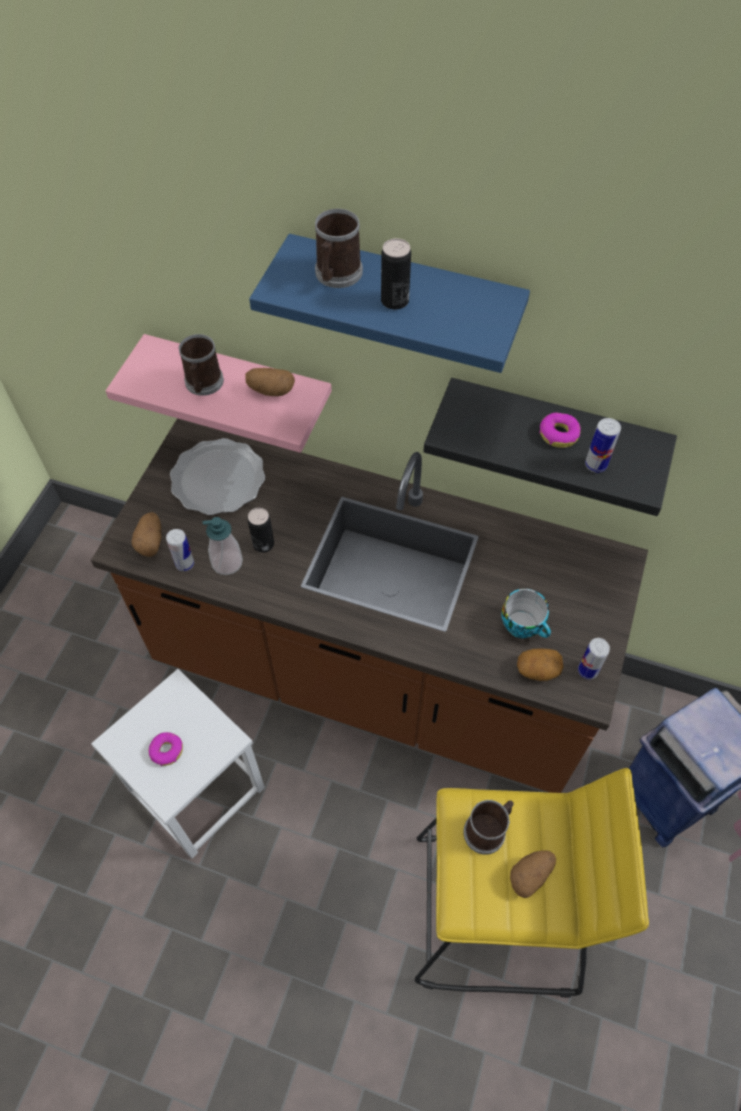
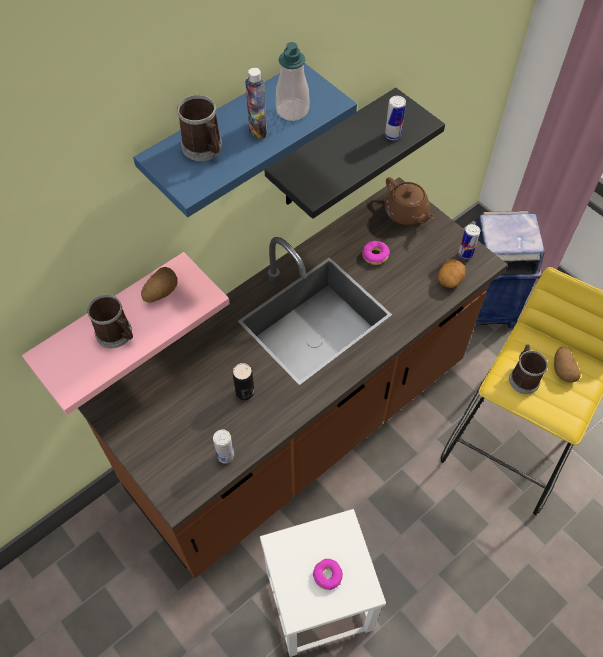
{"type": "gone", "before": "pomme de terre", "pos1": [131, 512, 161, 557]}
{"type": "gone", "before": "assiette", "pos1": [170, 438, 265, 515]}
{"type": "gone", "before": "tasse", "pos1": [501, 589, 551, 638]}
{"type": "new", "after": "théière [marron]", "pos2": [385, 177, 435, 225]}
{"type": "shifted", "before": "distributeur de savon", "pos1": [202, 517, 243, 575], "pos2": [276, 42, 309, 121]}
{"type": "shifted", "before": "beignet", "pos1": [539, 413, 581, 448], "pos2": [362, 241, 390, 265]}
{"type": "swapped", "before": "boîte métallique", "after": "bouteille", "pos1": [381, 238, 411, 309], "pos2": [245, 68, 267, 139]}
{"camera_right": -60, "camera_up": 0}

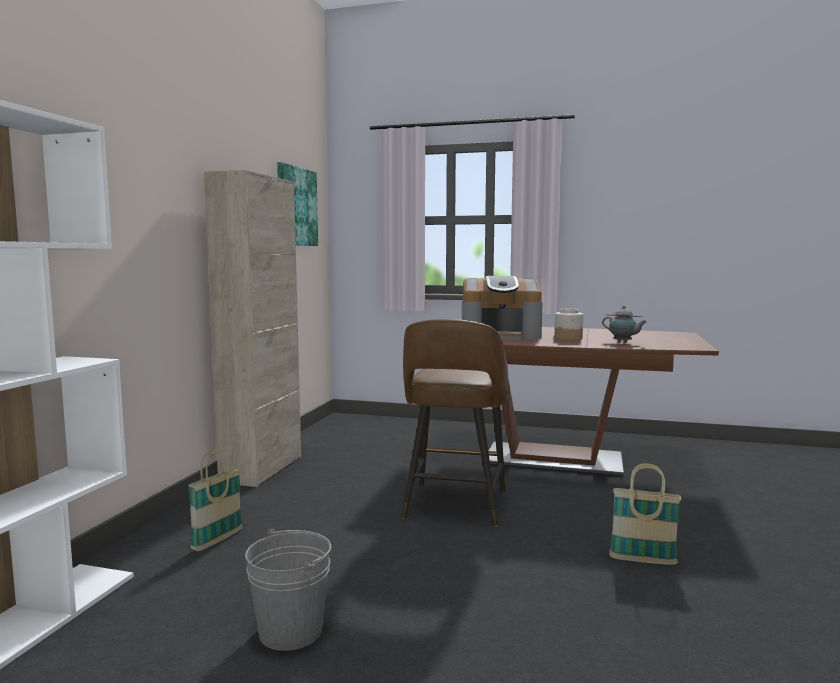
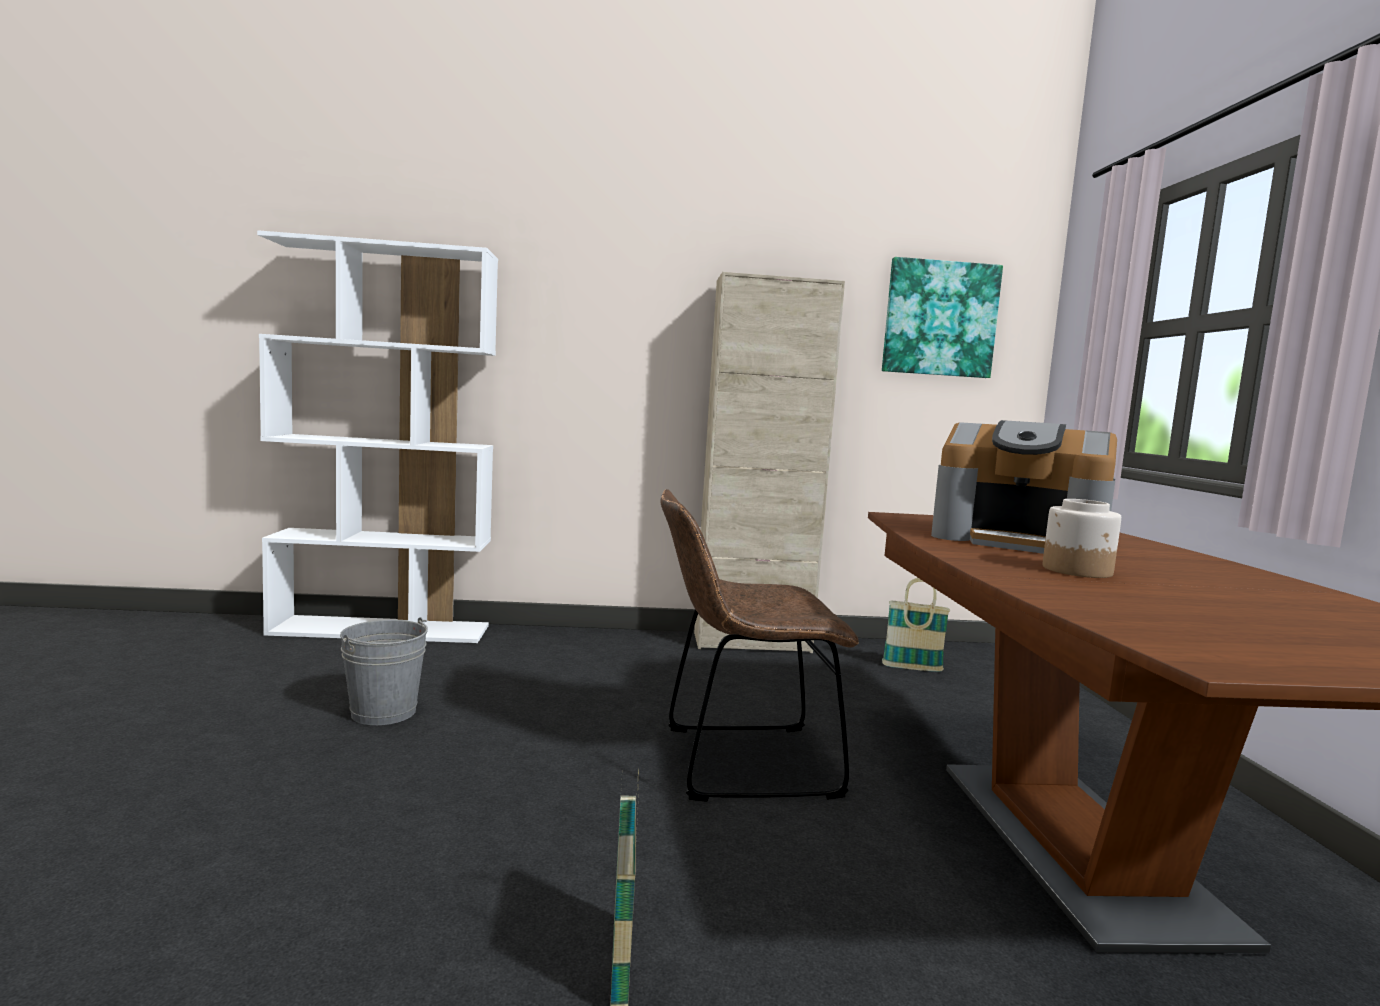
{"type": "gone", "before": "théière", "pos1": [602, 306, 647, 343]}
{"type": "shifted", "before": "panier", "pos1": [188, 449, 242, 551], "pos2": [882, 578, 950, 672]}
{"type": "swapped", "before": "tabouret [marron]", "after": "chaise [marron]", "pos1": [401, 319, 509, 526], "pos2": [660, 489, 859, 801]}
{"type": "rotated", "before": "machine à café", "pos1": [462, 276, 542, 339], "pos2": [931, 420, 1117, 554], "turn": -45}
{"camera_right": 70, "camera_up": 0}

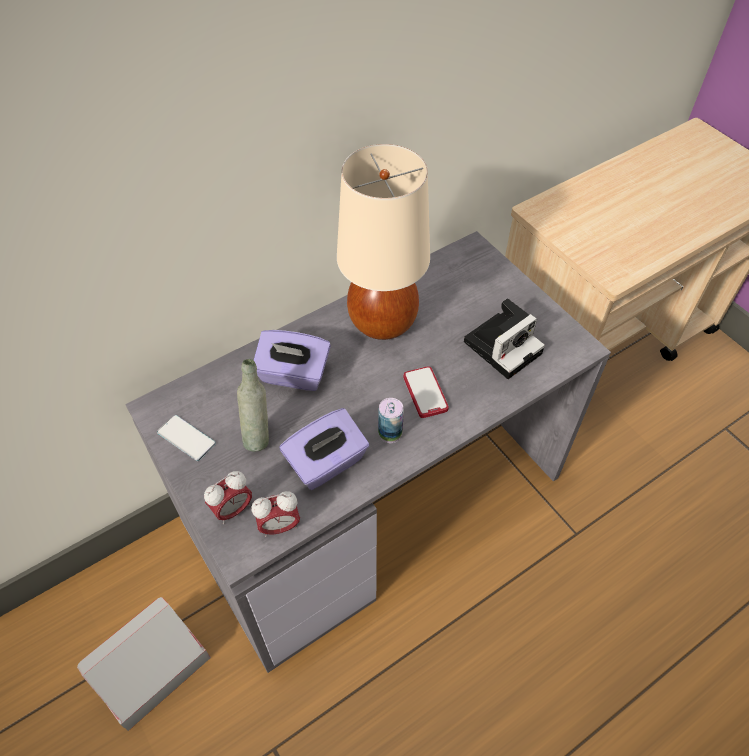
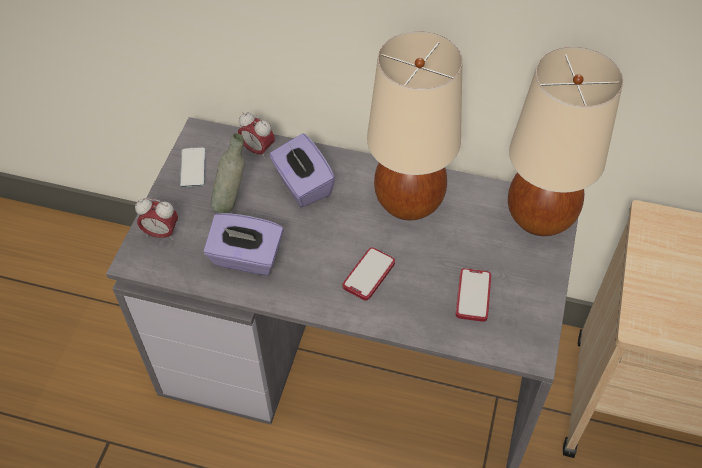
{"type": "gone", "before": "carton", "pos1": [77, 597, 211, 731]}
{"type": "gone", "before": "boîte métallique", "pos1": [378, 398, 404, 443]}
{"type": "new", "after": "lampe de table [beige]", "pos2": [508, 47, 623, 236]}
{"type": "shifted", "before": "réveil", "pos1": [252, 491, 300, 537], "pos2": [238, 112, 275, 159]}
{"type": "swapped", "before": "appareil photo", "after": "téléphone", "pos1": [464, 298, 545, 379], "pos2": [456, 268, 491, 322]}
{"camera_right": 50, "camera_up": 0}

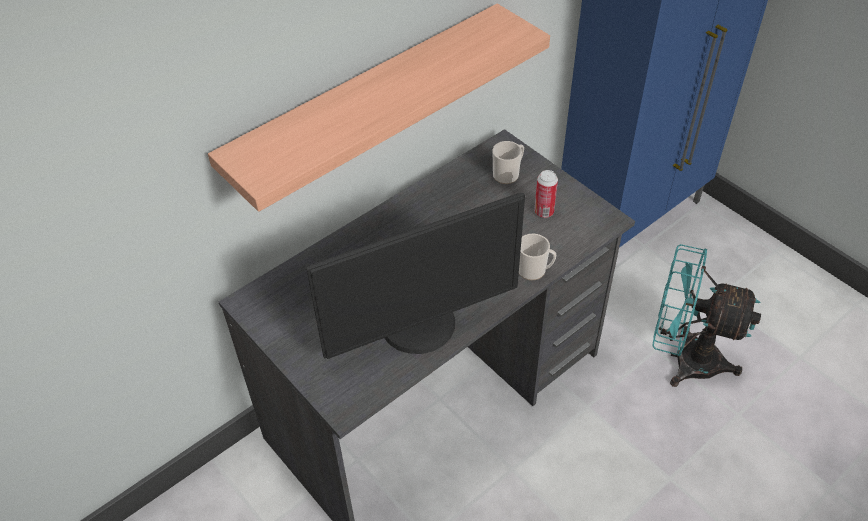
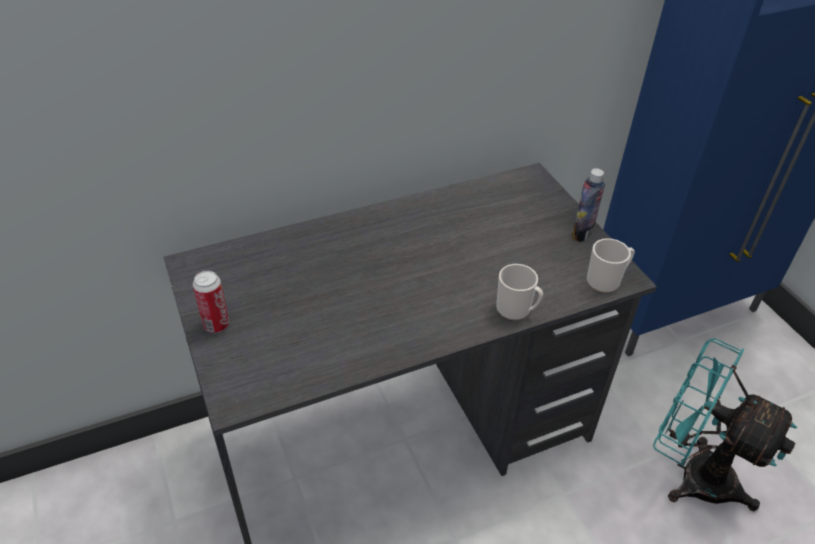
{"type": "gone", "before": "étagère", "pos1": [208, 4, 550, 212]}
{"type": "gone", "before": "écran d'ordinateur", "pos1": [306, 193, 525, 359]}
{"type": "new", "after": "bouteille", "pos2": [572, 168, 605, 242]}
{"type": "shifted", "before": "mug", "pos1": [493, 141, 524, 184], "pos2": [587, 238, 635, 293]}
{"type": "shifted", "before": "boîte métallique", "pos1": [534, 170, 558, 218], "pos2": [193, 271, 229, 333]}
{"camera_right": 15, "camera_up": -5}

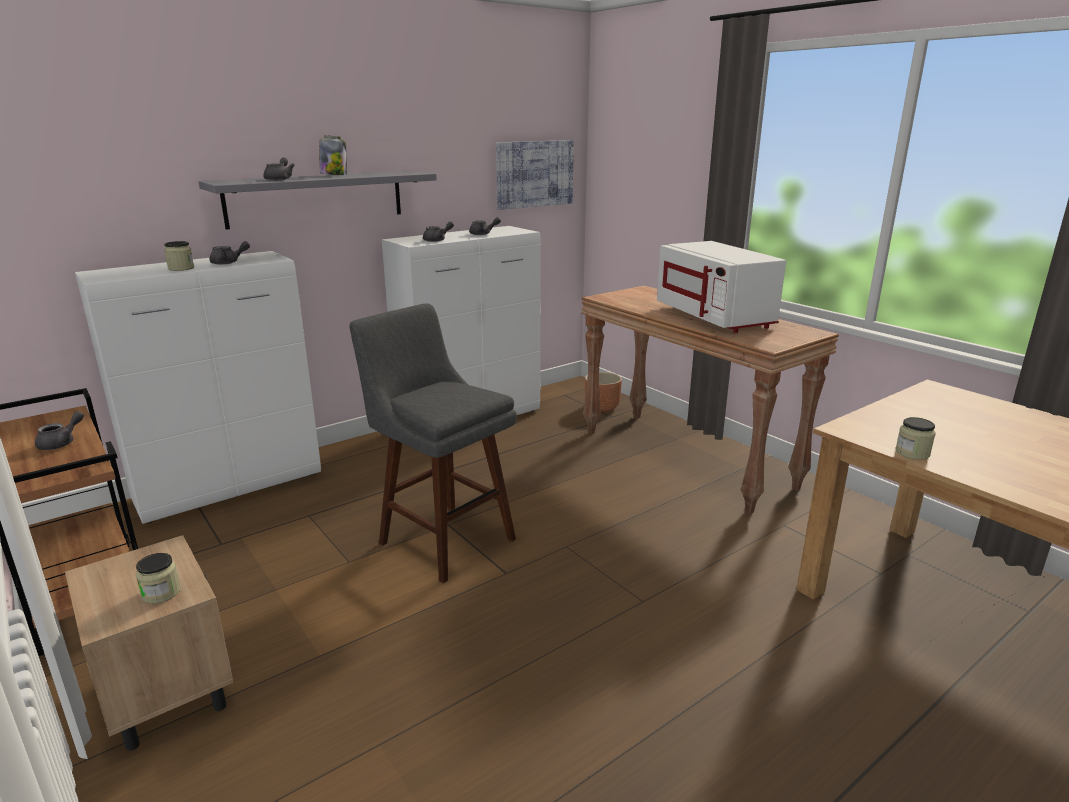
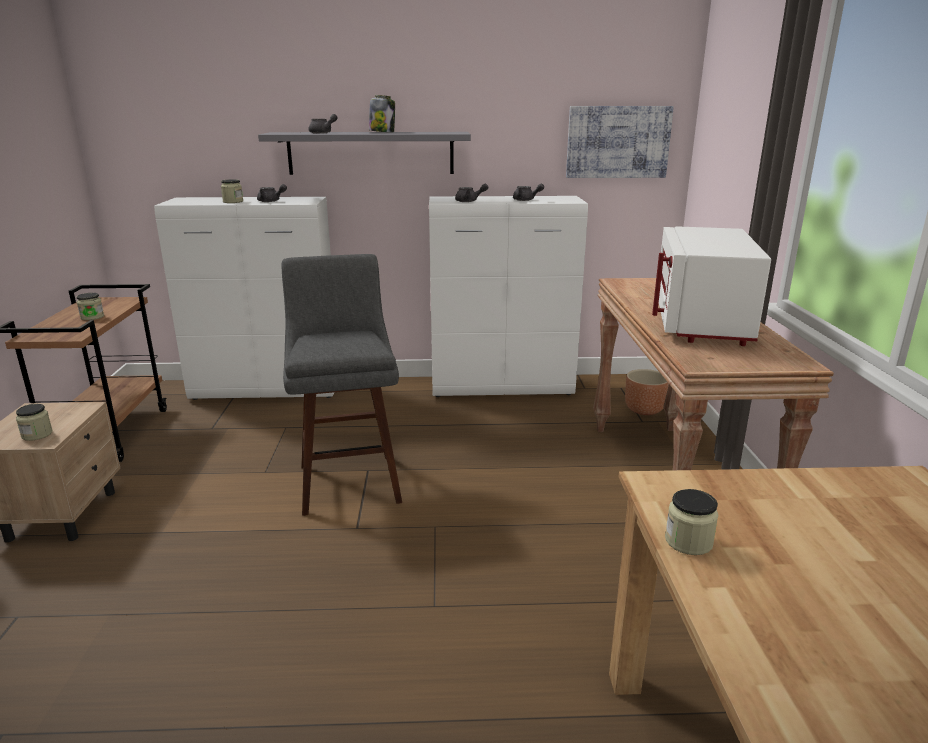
{"type": "swapped", "before": "théière [gris]", "after": "bocal", "pos1": [35, 411, 84, 450], "pos2": [77, 293, 104, 320]}
{"camera_right": 35, "camera_up": 0}

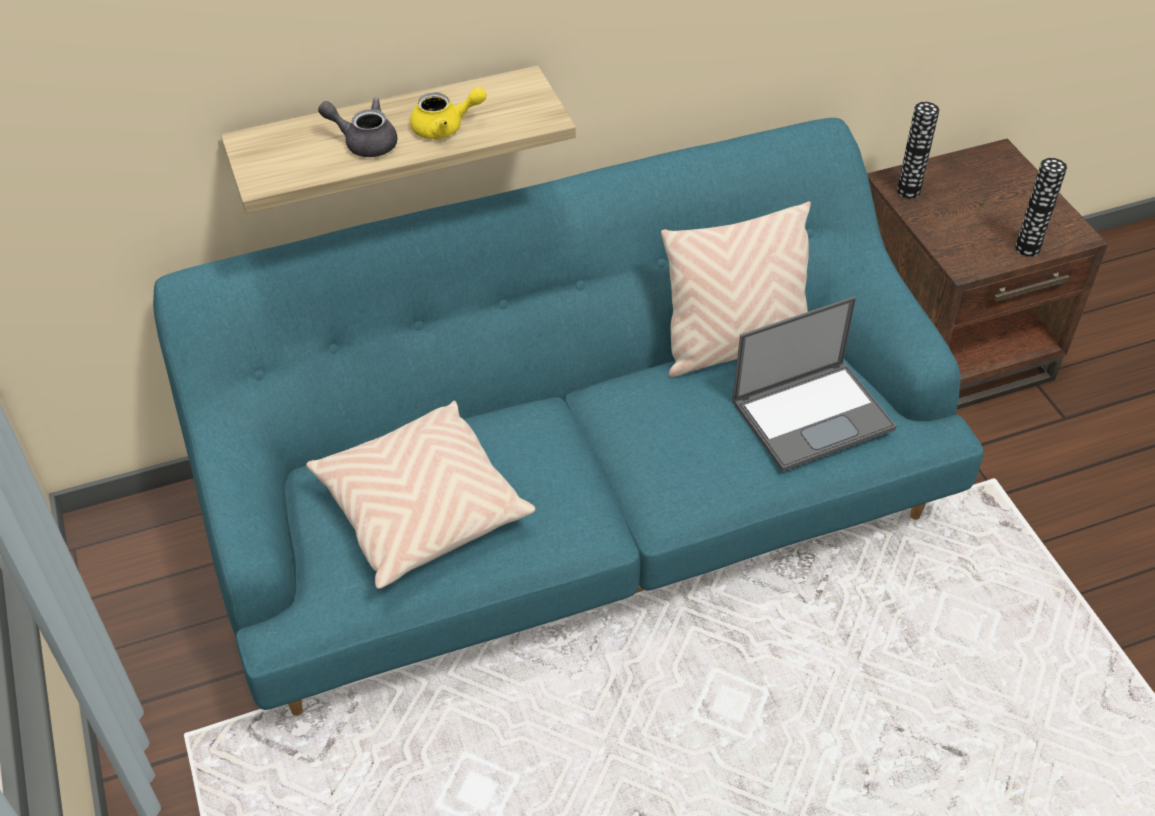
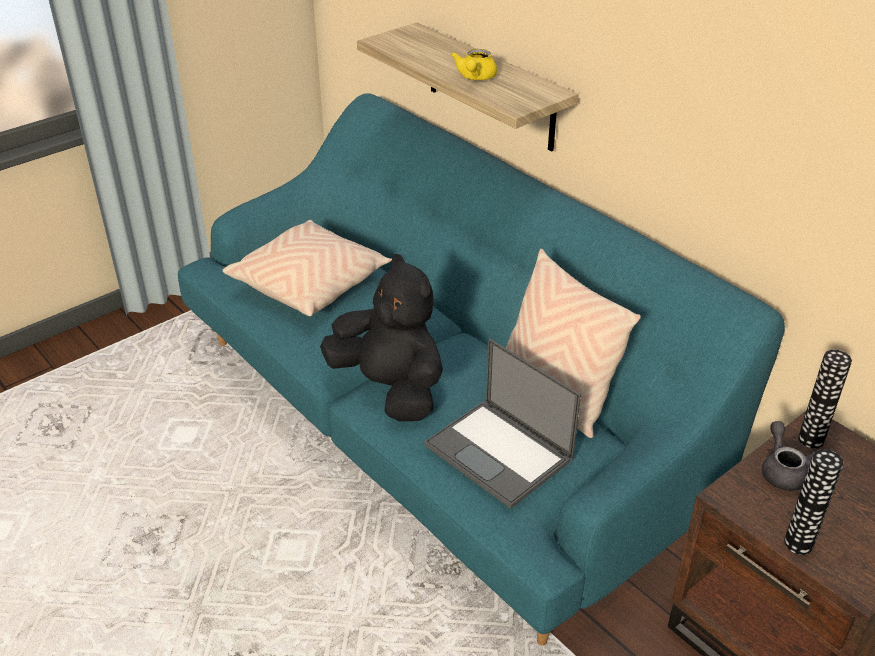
{"type": "new", "after": "peluche [noir]", "pos2": [320, 254, 443, 422]}
{"type": "shifted", "before": "théière [gris]", "pos1": [318, 98, 397, 157], "pos2": [762, 421, 814, 491]}
{"type": "rotated", "before": "théière [jaune]", "pos1": [410, 87, 487, 139], "pos2": [451, 49, 497, 80], "turn": 45}
{"camera_right": 70, "camera_up": -10}

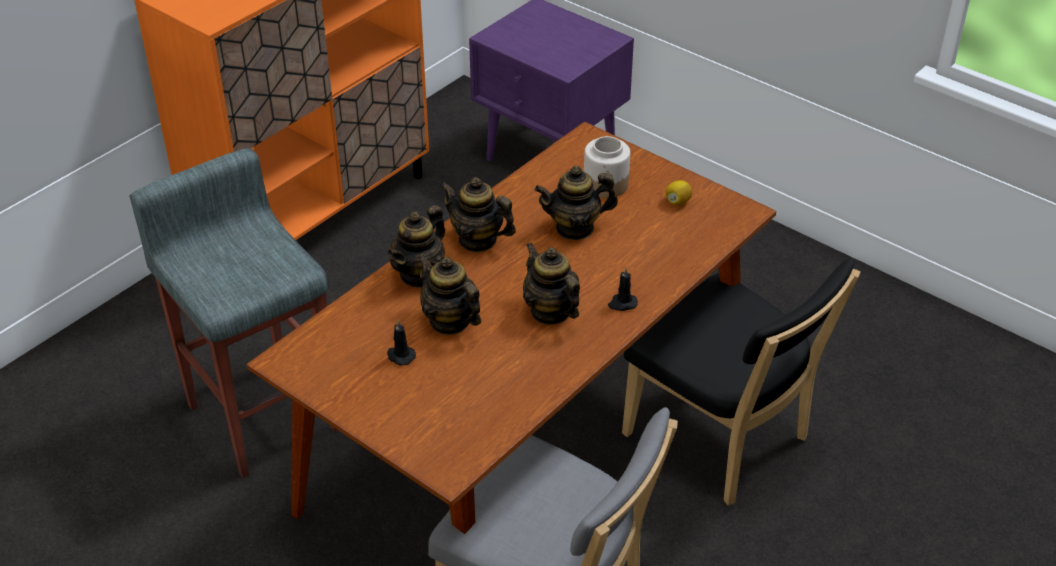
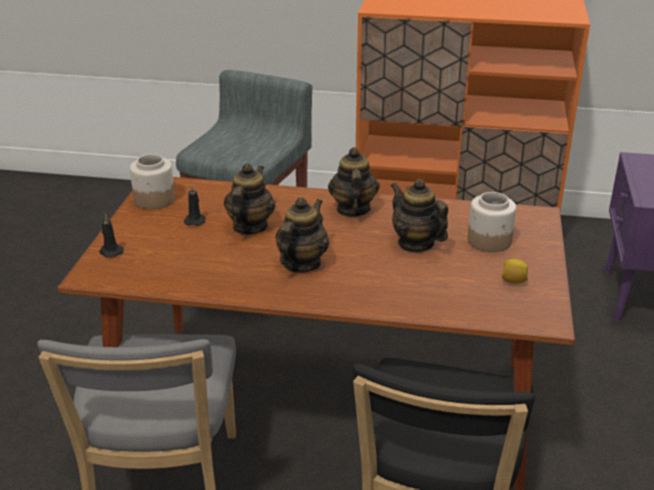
{"type": "gone", "before": "théière", "pos1": [387, 205, 445, 288]}
{"type": "new", "after": "bocal", "pos2": [130, 154, 175, 209]}
{"type": "shifted", "before": "bougie [noir]", "pos1": [608, 267, 638, 311], "pos2": [99, 214, 124, 258]}
{"camera_right": 60, "camera_up": -10}

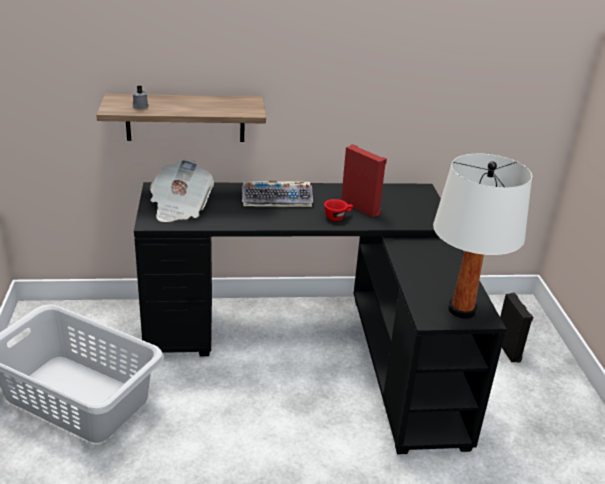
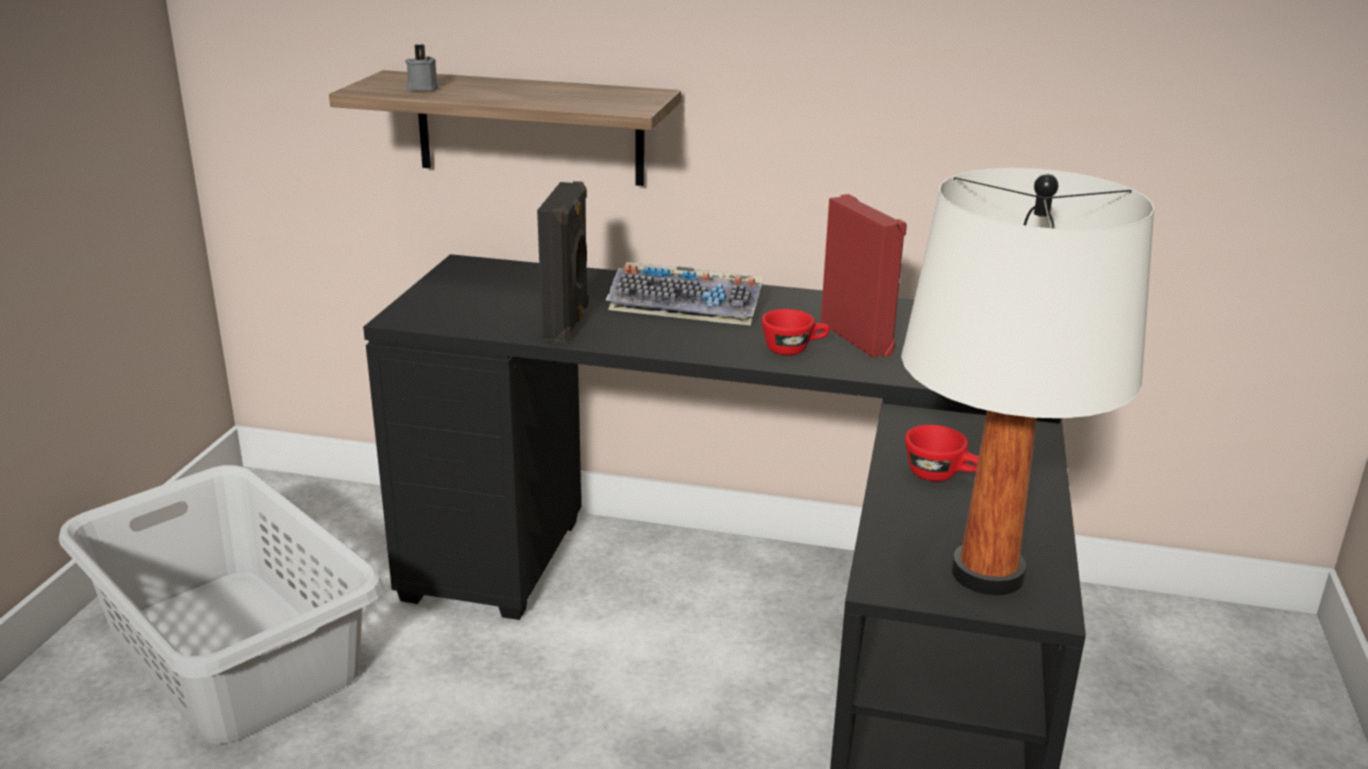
{"type": "gone", "before": "journal", "pos1": [150, 159, 214, 222]}
{"type": "new", "after": "tasse [rouge]", "pos2": [905, 425, 979, 482]}
{"type": "shifted", "before": "enceinte [noir]", "pos1": [500, 293, 533, 363], "pos2": [537, 181, 589, 343]}
{"camera_right": 20, "camera_up": -5}

